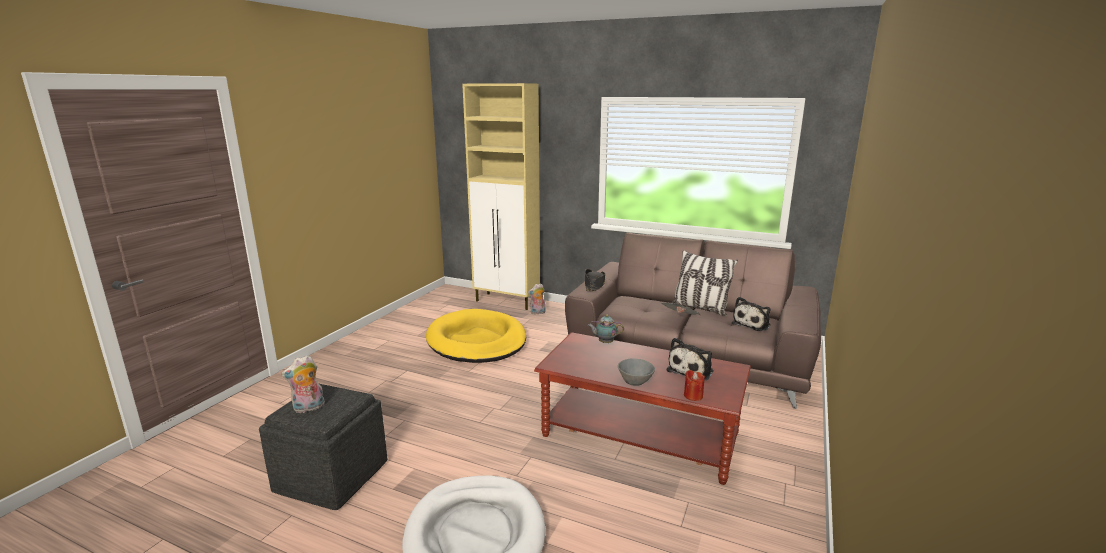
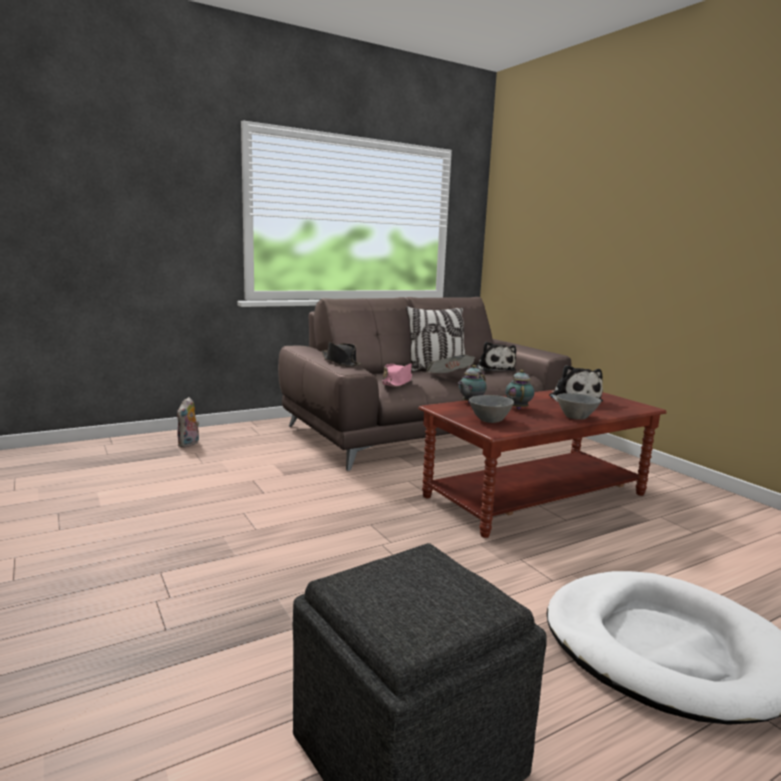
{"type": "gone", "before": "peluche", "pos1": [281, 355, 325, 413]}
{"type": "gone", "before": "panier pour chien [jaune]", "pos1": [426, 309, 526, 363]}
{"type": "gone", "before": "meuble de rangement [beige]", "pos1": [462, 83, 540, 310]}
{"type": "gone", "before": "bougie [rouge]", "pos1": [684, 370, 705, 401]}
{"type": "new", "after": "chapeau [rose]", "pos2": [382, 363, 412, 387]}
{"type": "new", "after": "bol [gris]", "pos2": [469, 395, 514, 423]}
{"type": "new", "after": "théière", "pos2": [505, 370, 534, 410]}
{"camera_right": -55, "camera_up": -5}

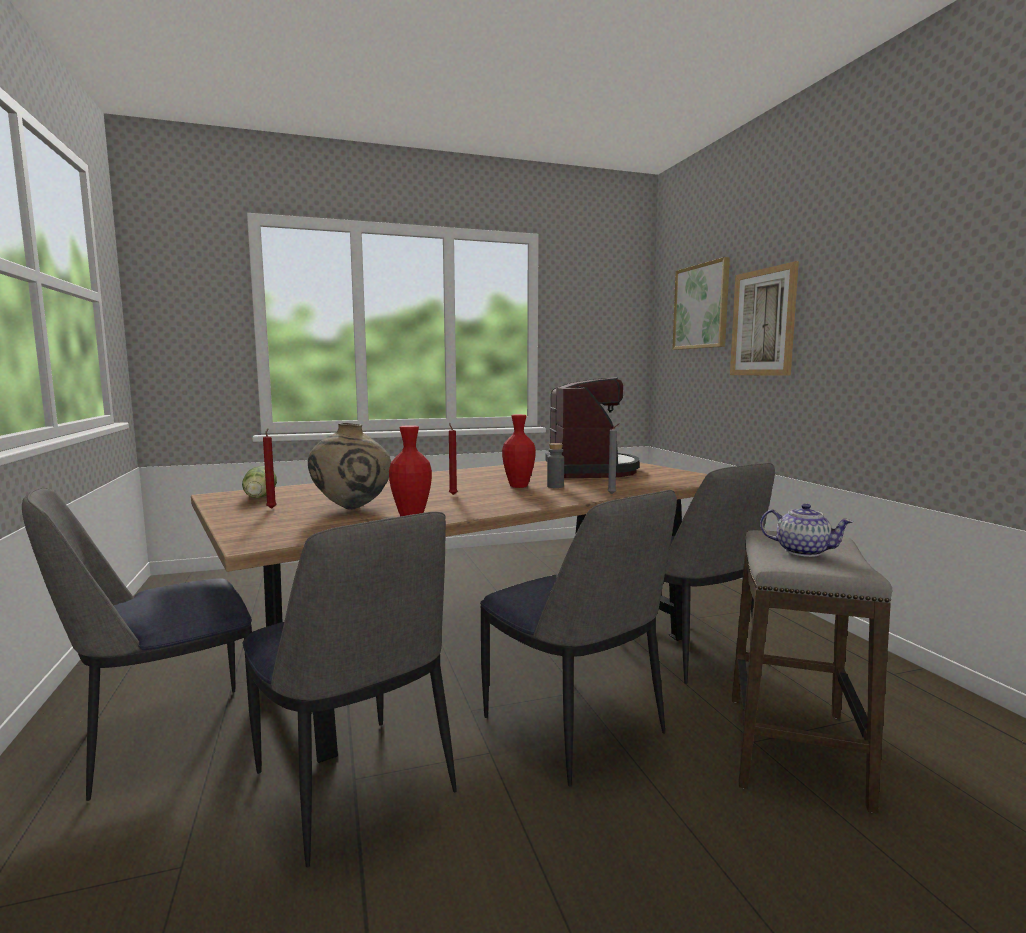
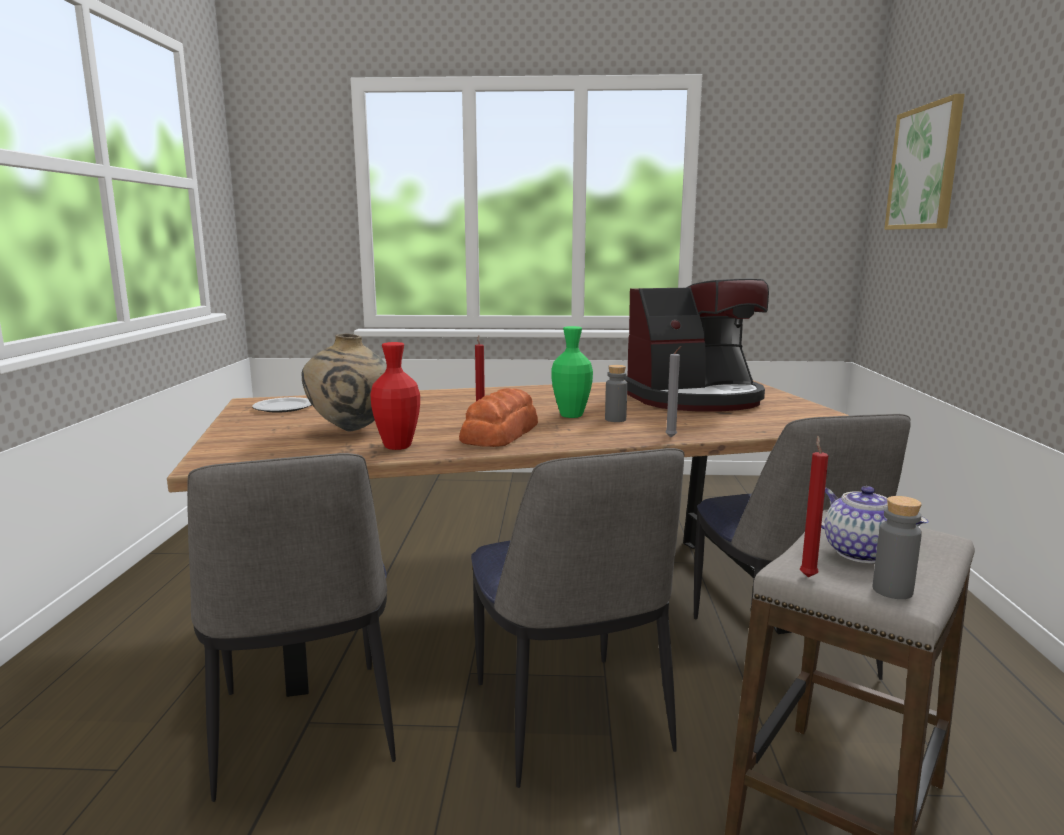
{"type": "gone", "before": "chaise", "pos1": [22, 488, 252, 801]}
{"type": "gone", "before": "tableau", "pos1": [730, 261, 799, 376]}
{"type": "new", "after": "pain", "pos2": [459, 388, 538, 447]}
{"type": "new", "after": "bouteille [gris]", "pos2": [873, 496, 922, 599]}
{"type": "shifted", "before": "bougie [rouge]", "pos1": [263, 428, 277, 509], "pos2": [800, 436, 829, 577]}
{"type": "swapped", "before": "laitue", "after": "assiette", "pos1": [242, 466, 277, 498], "pos2": [252, 397, 312, 413]}
{"type": "repainted", "before": "vase [rouge]", "after": "vase [vert]", "pos1": [502, 414, 536, 488], "pos2": [551, 326, 593, 418]}
{"type": "rotated", "before": "machine à café", "pos1": [545, 377, 640, 478], "pos2": [624, 279, 769, 411], "turn": 60}
{"camera_right": 20, "camera_up": 5}

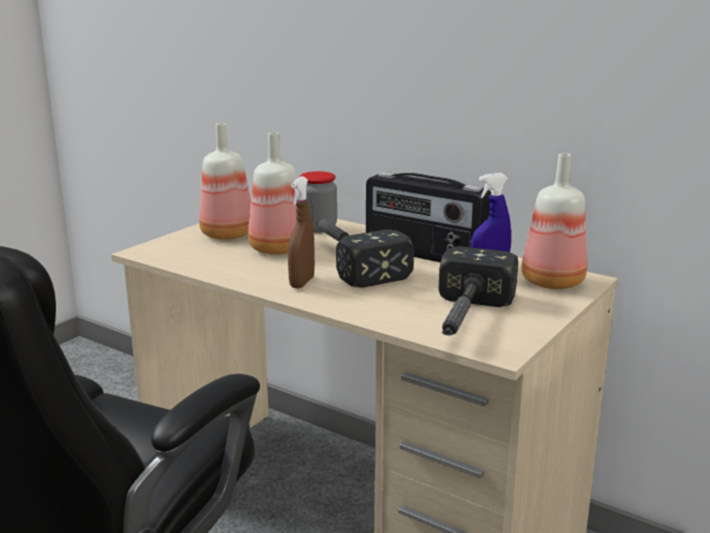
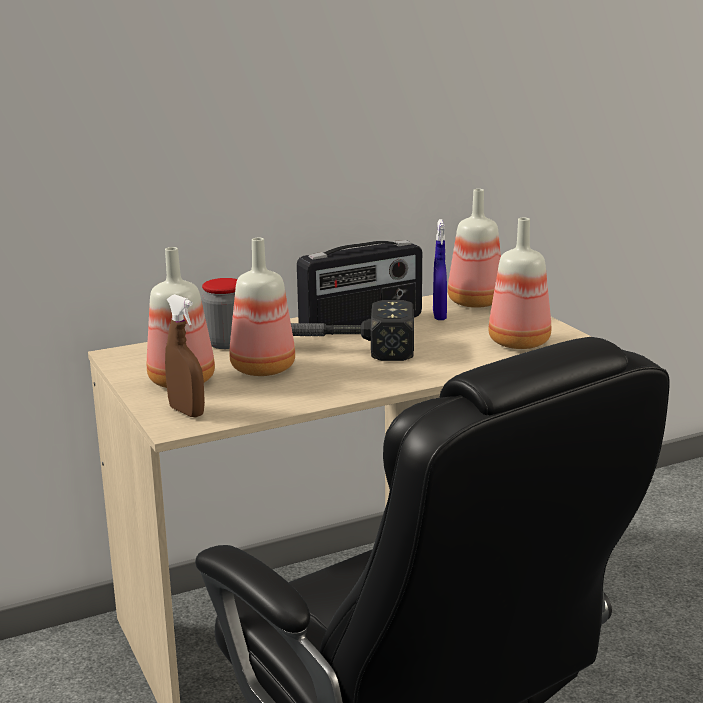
{"type": "shifted", "before": "vaporisateur [marron]", "pos1": [288, 176, 315, 288], "pos2": [165, 294, 205, 417]}
{"type": "swapped", "before": "marteau", "after": "bouteille", "pos1": [439, 246, 518, 335], "pos2": [488, 218, 551, 349]}
{"camera_right": -60, "camera_up": 0}

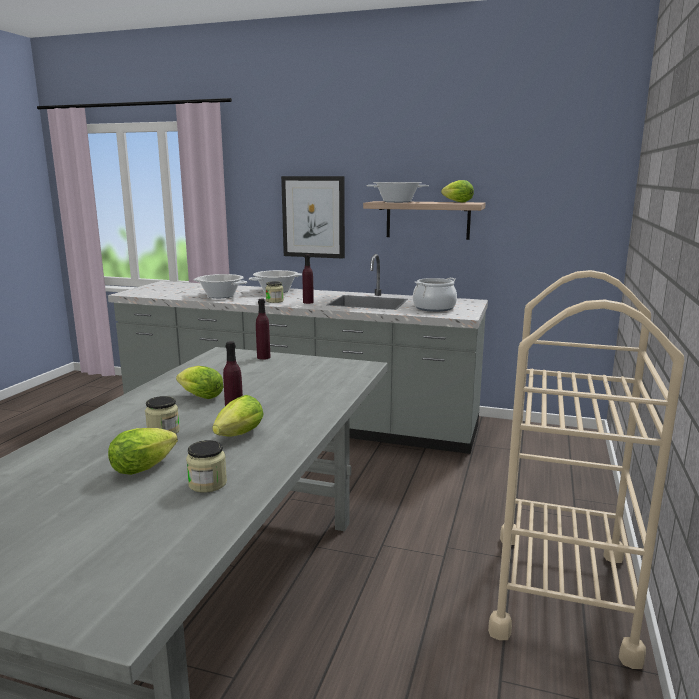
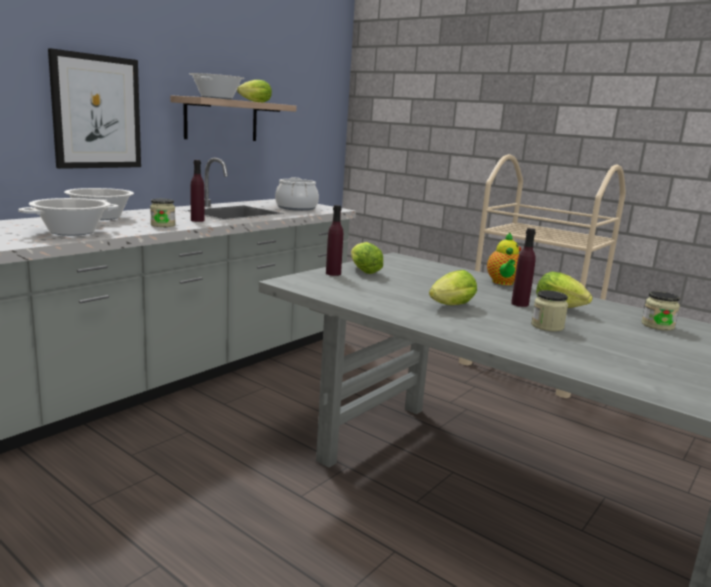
{"type": "new", "after": "théière", "pos2": [487, 233, 521, 285]}
{"type": "shifted", "before": "laitue", "pos1": [108, 428, 178, 475], "pos2": [351, 242, 383, 274]}
{"camera_right": -70, "camera_up": 0}

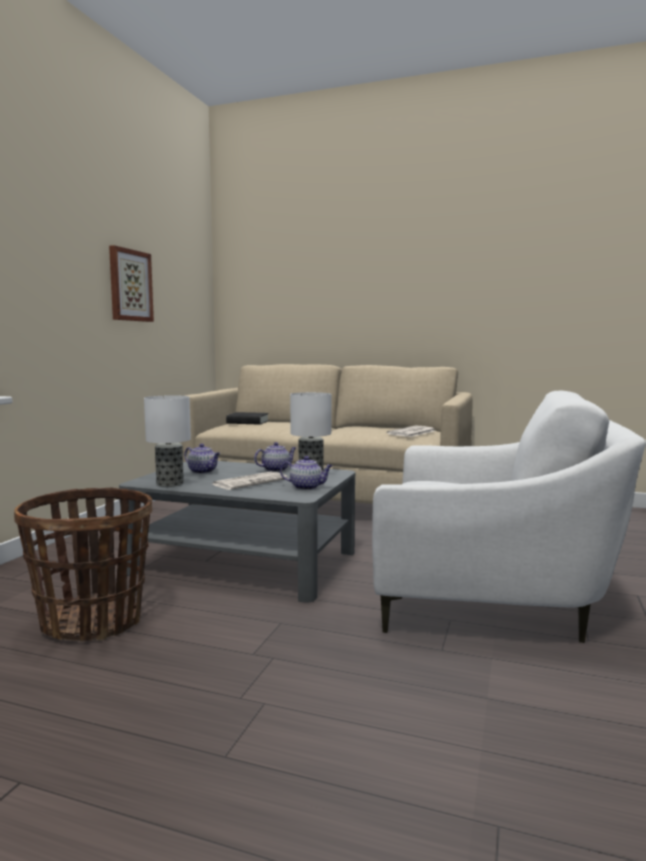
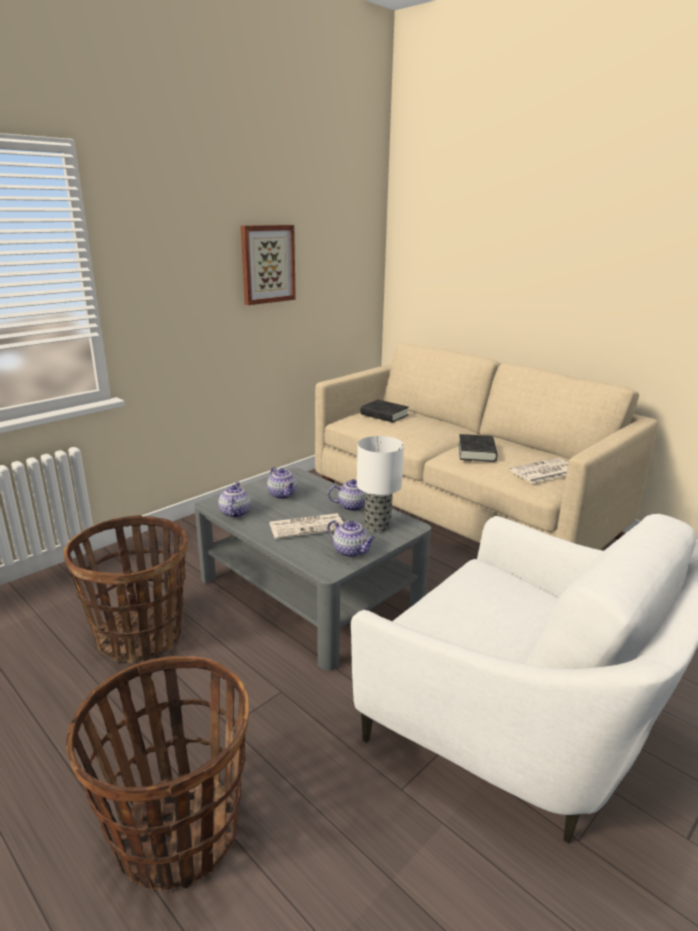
{"type": "new", "after": "panier", "pos2": [66, 656, 249, 891]}
{"type": "new", "after": "livre [noir]", "pos2": [458, 434, 498, 462]}
{"type": "swapped", "before": "lampe de table", "after": "théière", "pos1": [144, 395, 191, 487], "pos2": [218, 482, 251, 518]}
{"camera_right": 25, "camera_up": 15}

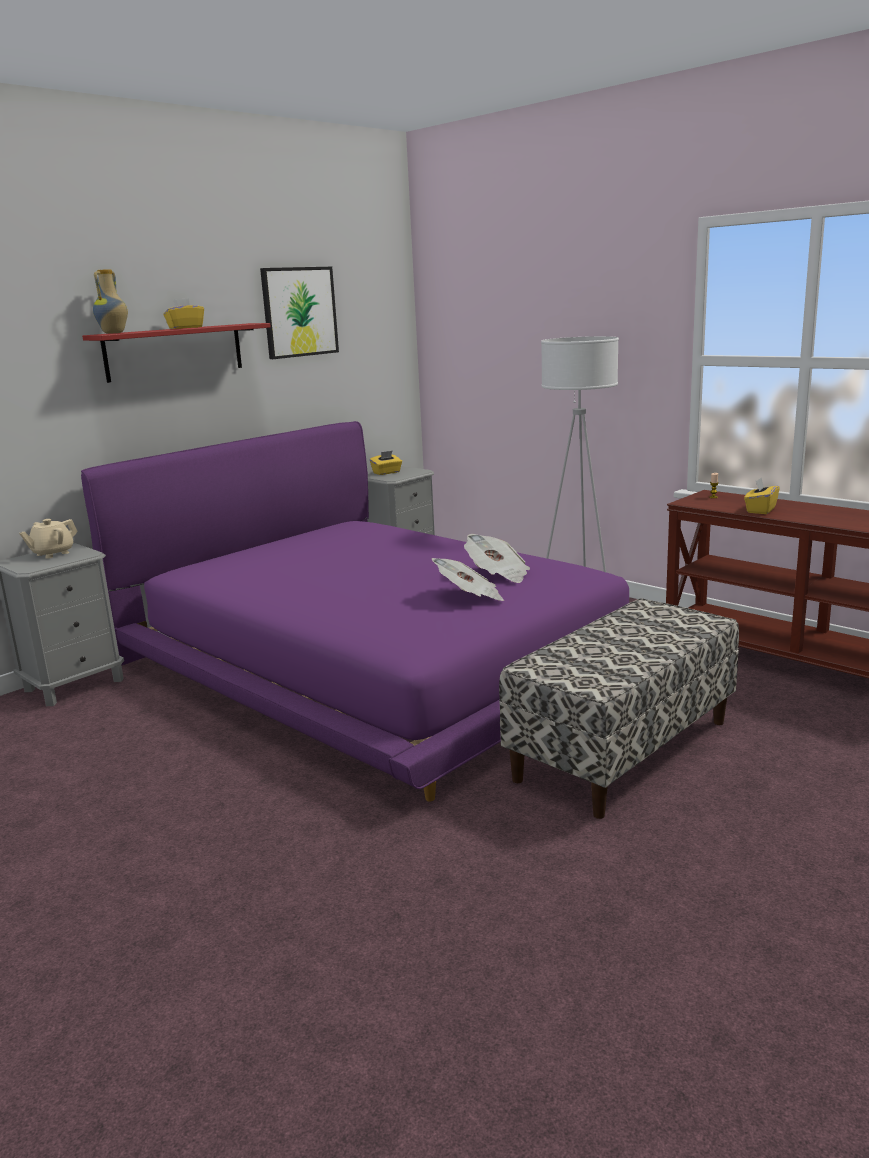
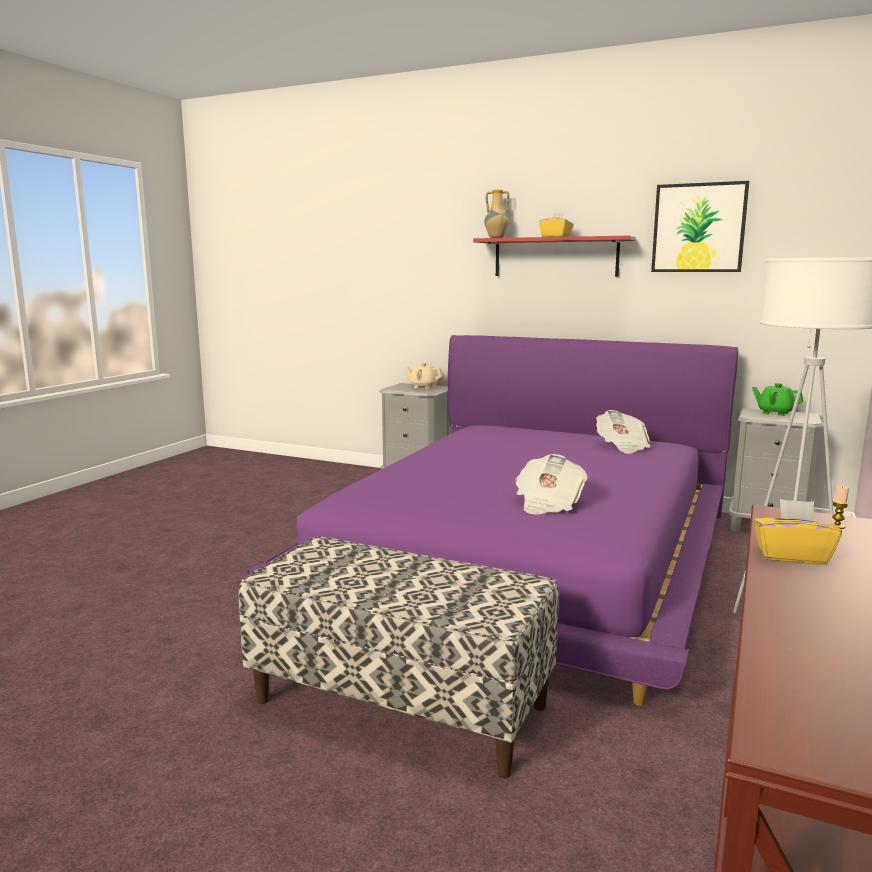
{"type": "shifted", "before": "journal", "pos1": [432, 558, 504, 601], "pos2": [596, 410, 650, 454]}
{"type": "swapped", "before": "boîte à mouchoirs [jaune]", "after": "théière [vert]", "pos1": [370, 450, 402, 475], "pos2": [752, 383, 803, 416]}
{"camera_right": 70, "camera_up": -5}

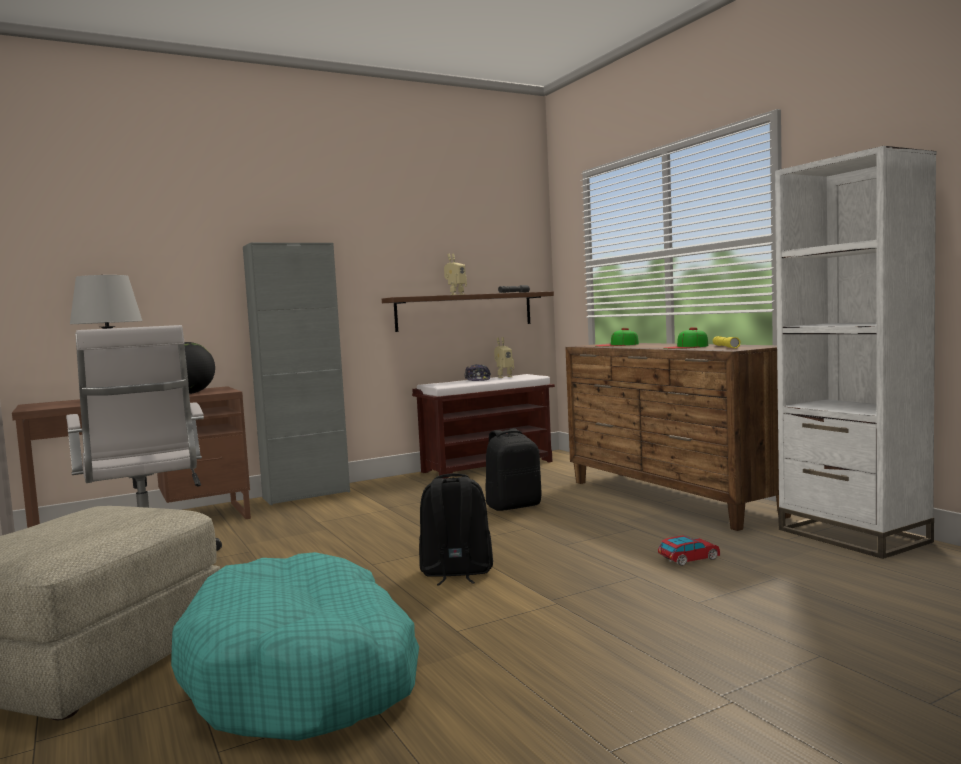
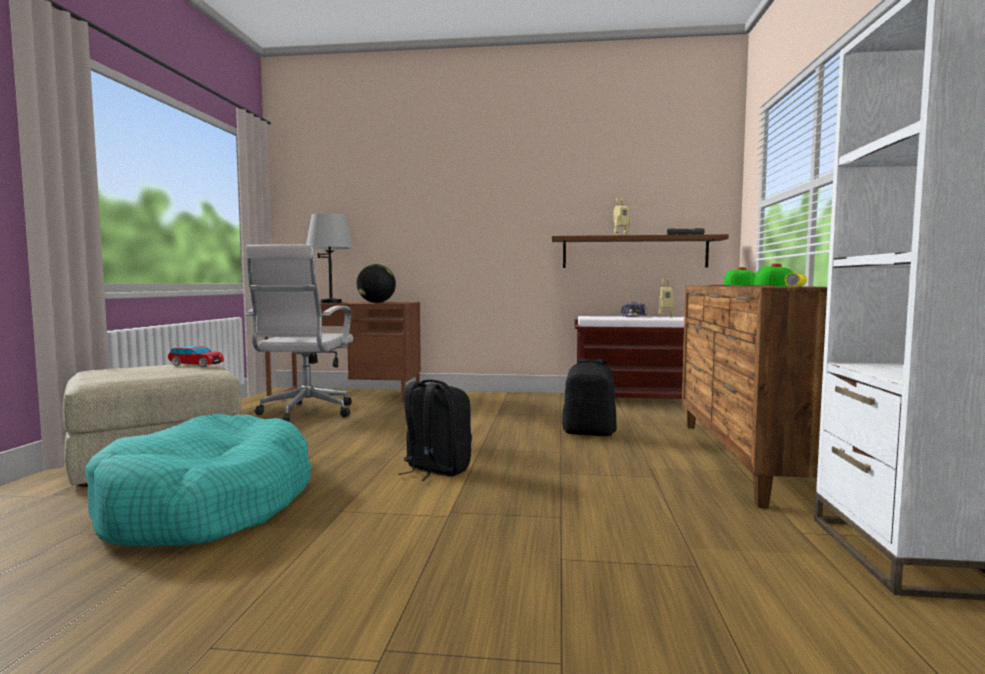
{"type": "gone", "before": "meuble de rangement [gris]", "pos1": [243, 243, 350, 505]}
{"type": "shifted", "before": "petite voiture", "pos1": [658, 535, 720, 566], "pos2": [168, 346, 224, 367]}
{"camera_right": 35, "camera_up": 0}

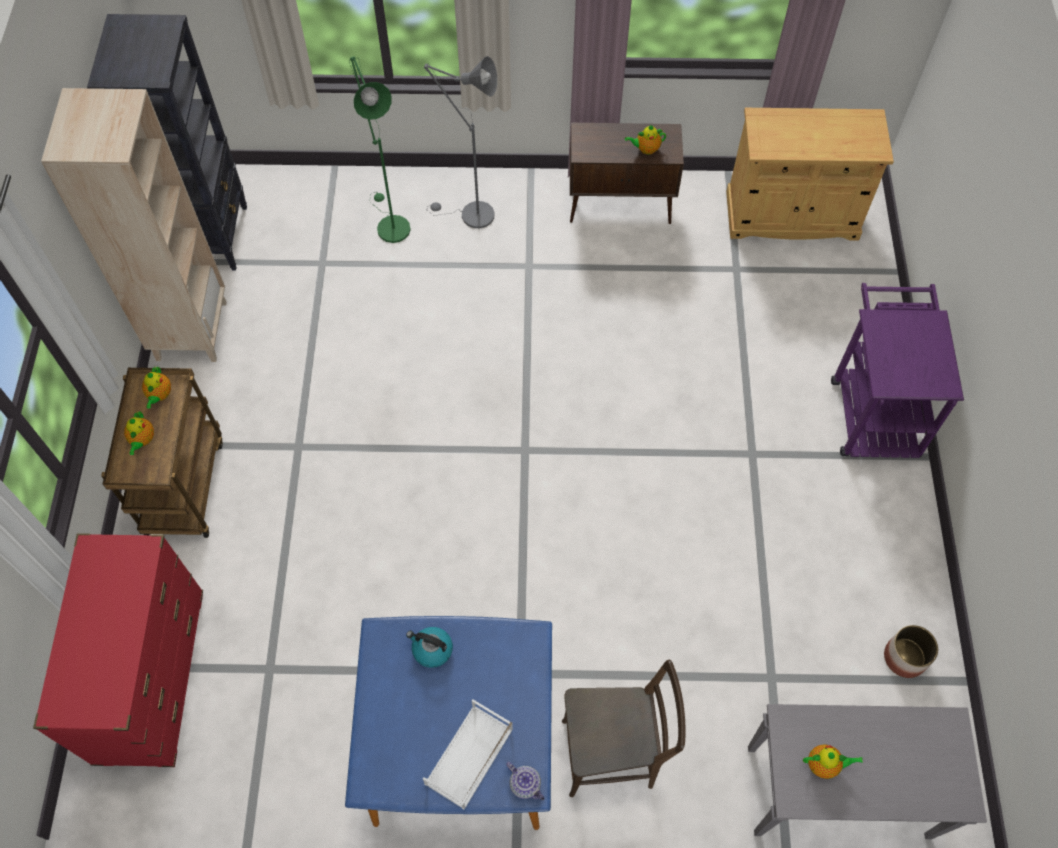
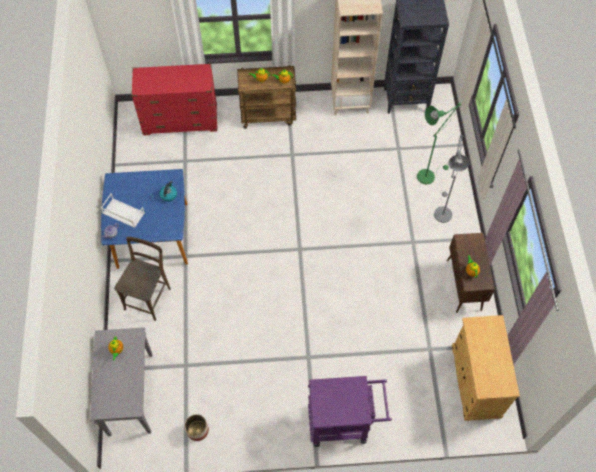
{"type": "rotated", "before": "chaise [marron]", "pos1": [562, 660, 685, 797], "pos2": [114, 237, 171, 321], "turn": -150}
{"camera_right": 85, "camera_up": 0}

